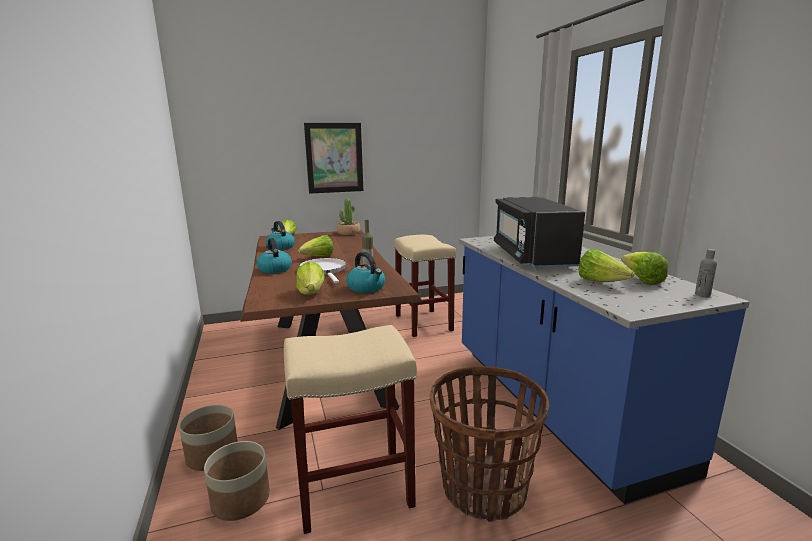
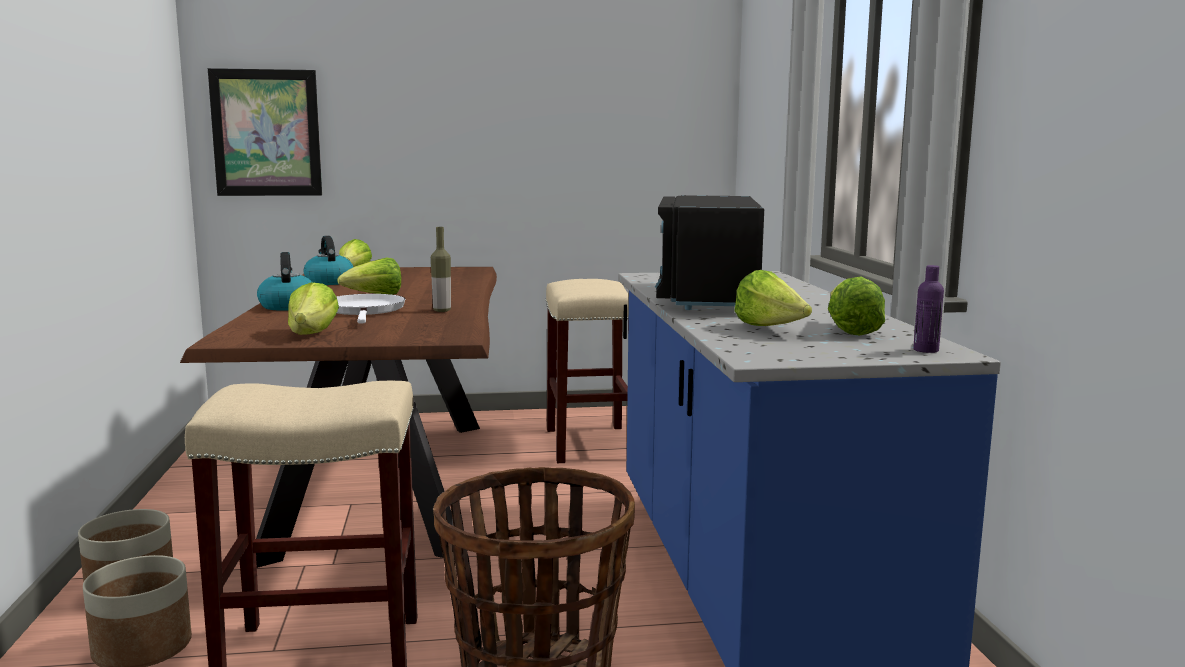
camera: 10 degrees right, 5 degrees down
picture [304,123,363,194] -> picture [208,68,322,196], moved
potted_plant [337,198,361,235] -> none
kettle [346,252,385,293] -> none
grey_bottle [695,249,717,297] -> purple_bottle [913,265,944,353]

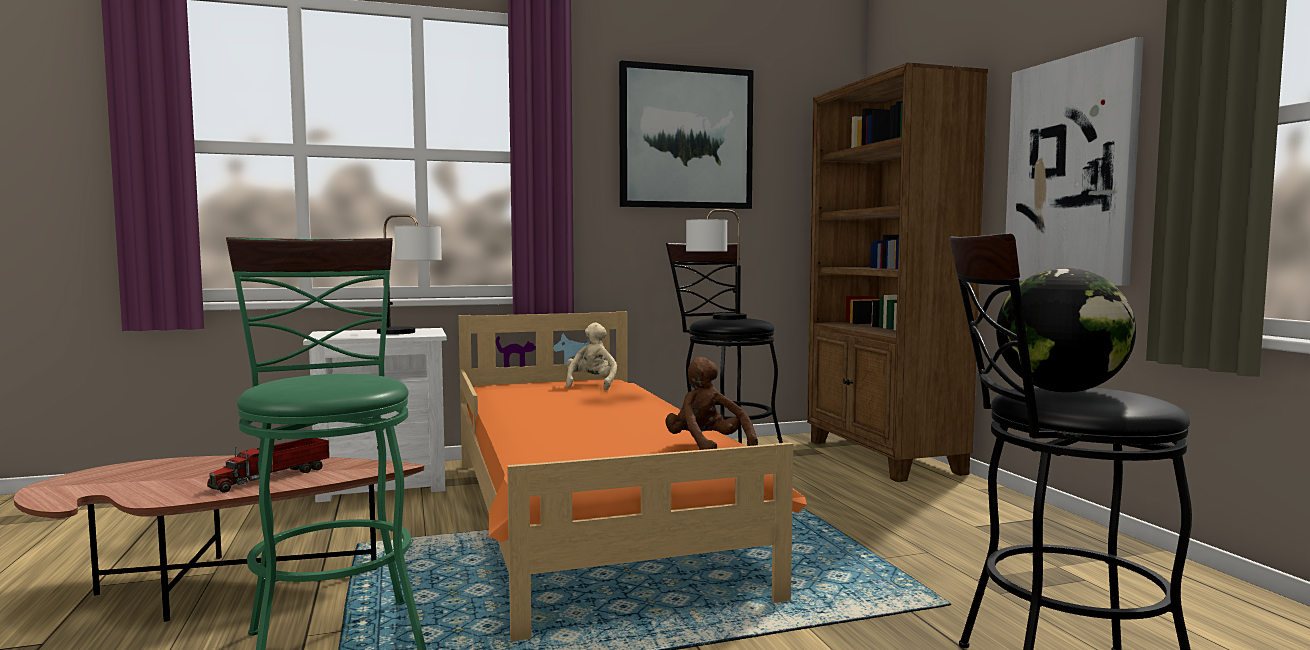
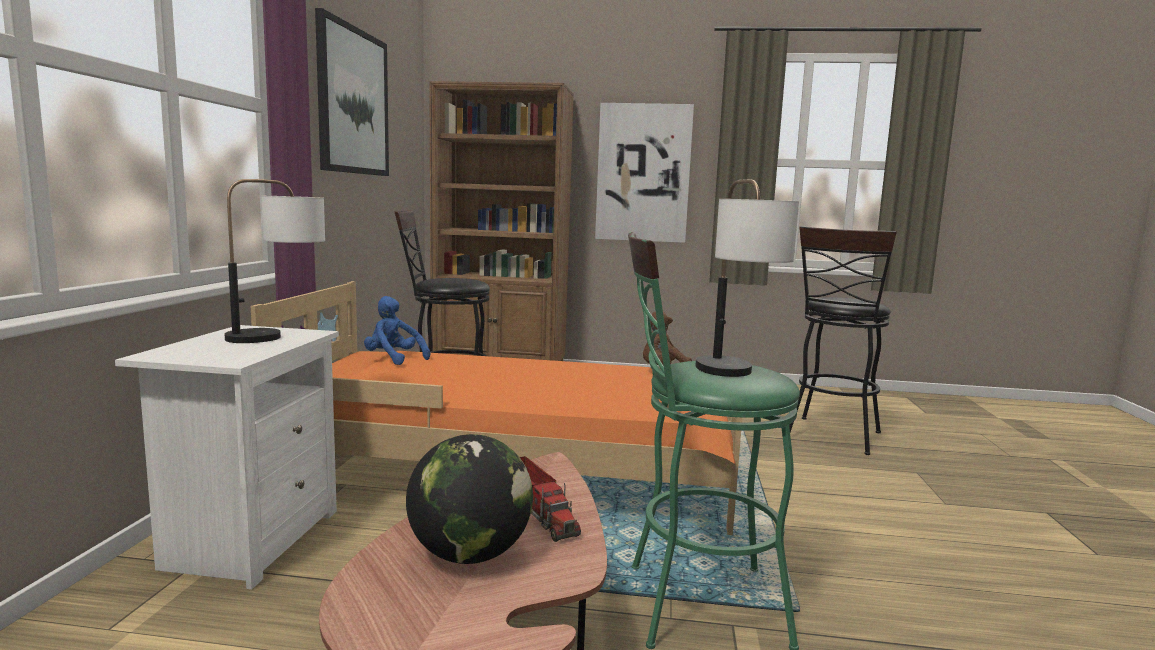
camera: 65 degrees left, 5 degrees up
beige_plush_toy [566,323,617,390] -> blue_plush_toy [364,296,430,365]
table_lamp [686,209,747,320] -> table_lamp [695,179,799,377], moved
globe [996,268,1136,392] -> globe [406,434,533,564], moved

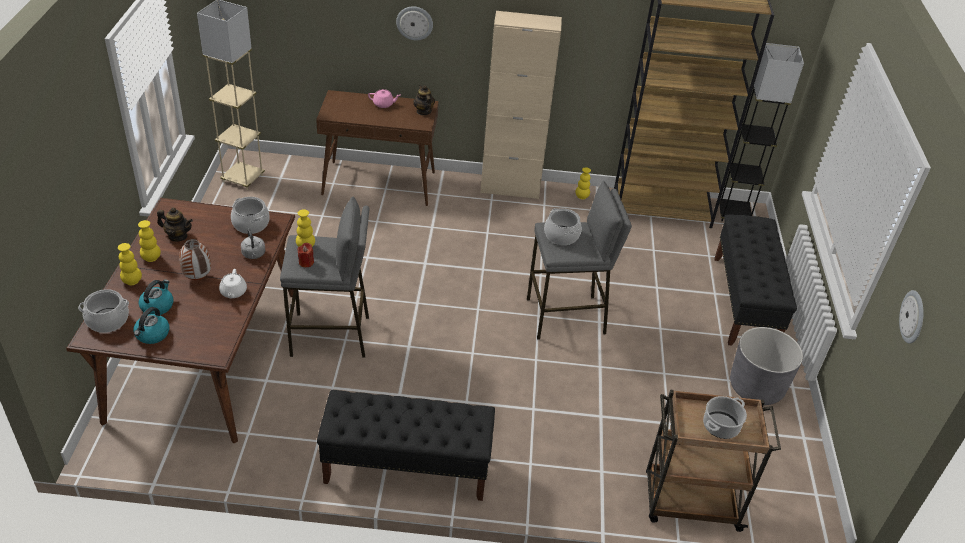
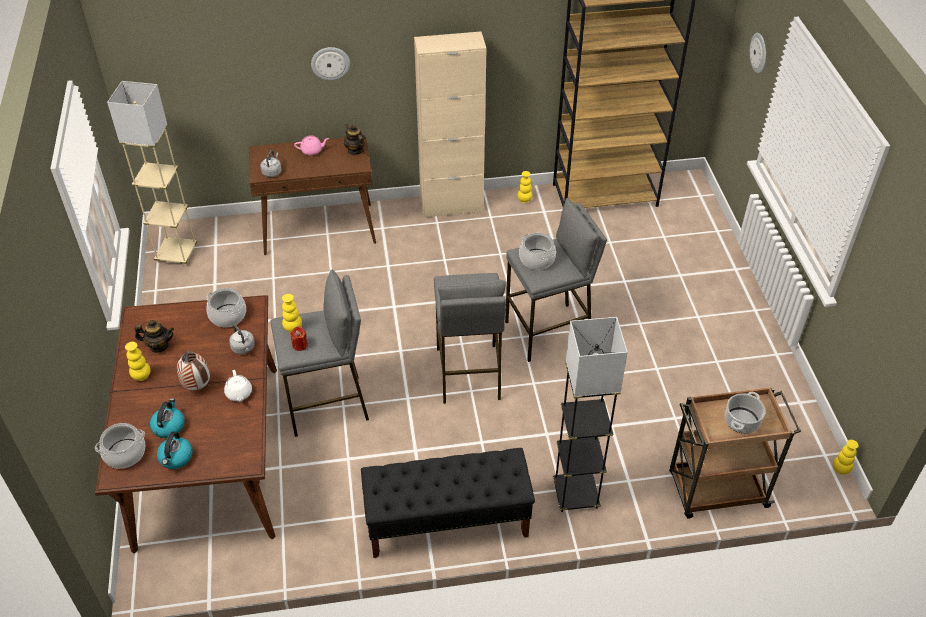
camera: 10 degrees left, 5 degrees up
yellow_vase [118,243,142,285] -> yellow_vase [833,440,858,474], moved
black_bench [714,214,797,345] -> none
grey_floor_lamp [719,43,804,221] -> grey_floor_lamp [553,317,628,512], moved
grey_planter [730,327,803,405] -> none
wall_clock [899,290,923,344] -> wall_clock [750,33,766,73], moved
none -> grey_kettle [260,150,282,177]
none -> grey_stool [434,273,506,404]

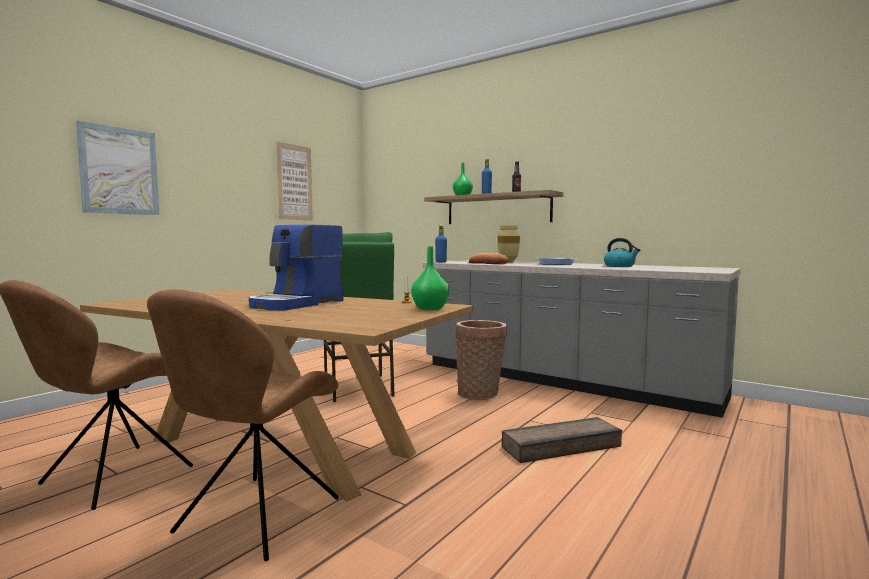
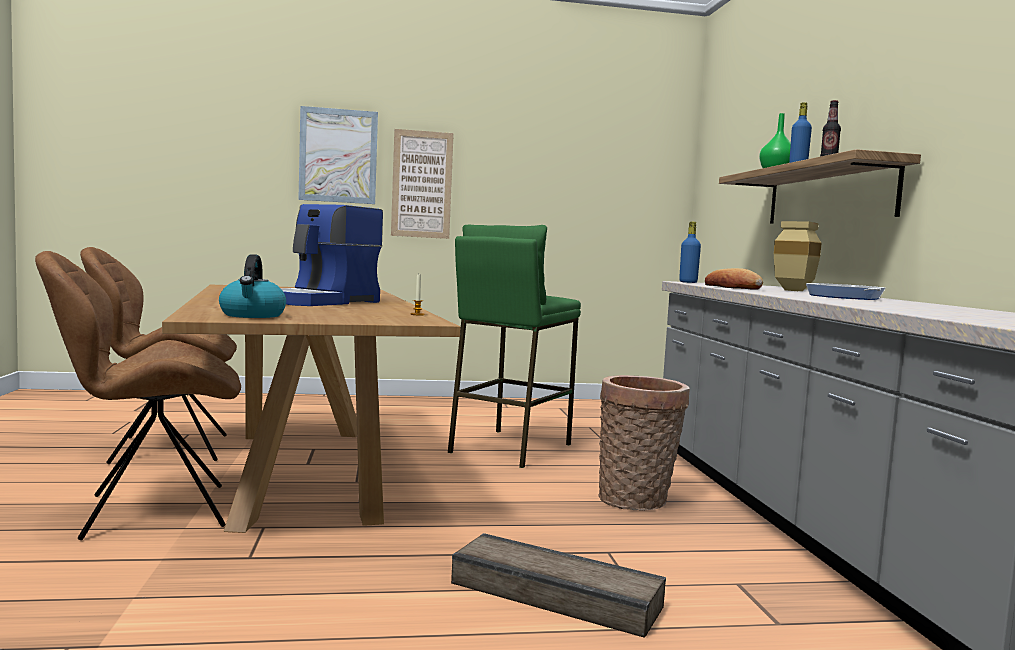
camera: 45 degrees right, 0 degrees up
coffee_machine [249,224,343,311] -> coffee_machine [281,204,383,306], 45 degrees counterclockwise
picture [276,142,313,220] -> picture [391,129,454,239], moved
green_vase [411,246,449,310] -> none
kettle [604,238,640,267] -> kettle [219,254,286,318], moved

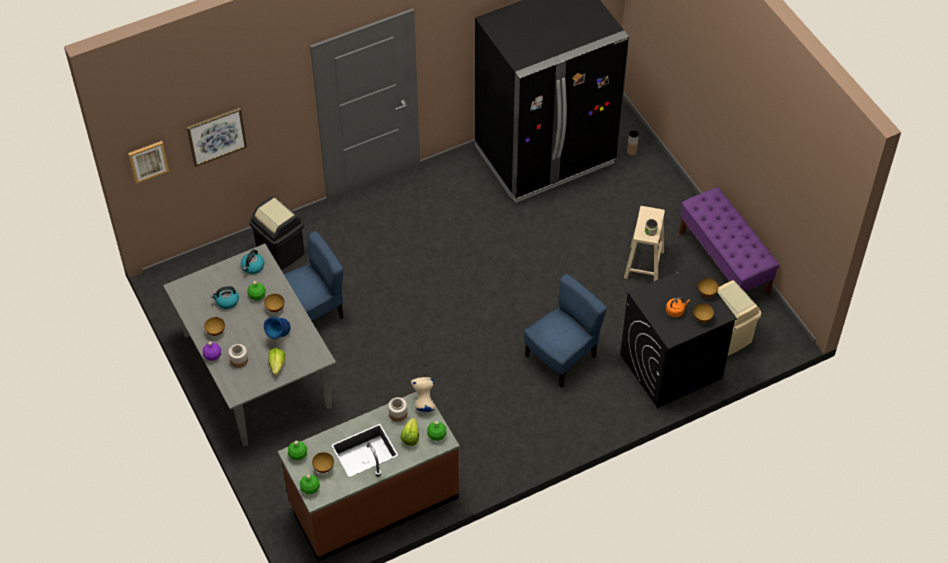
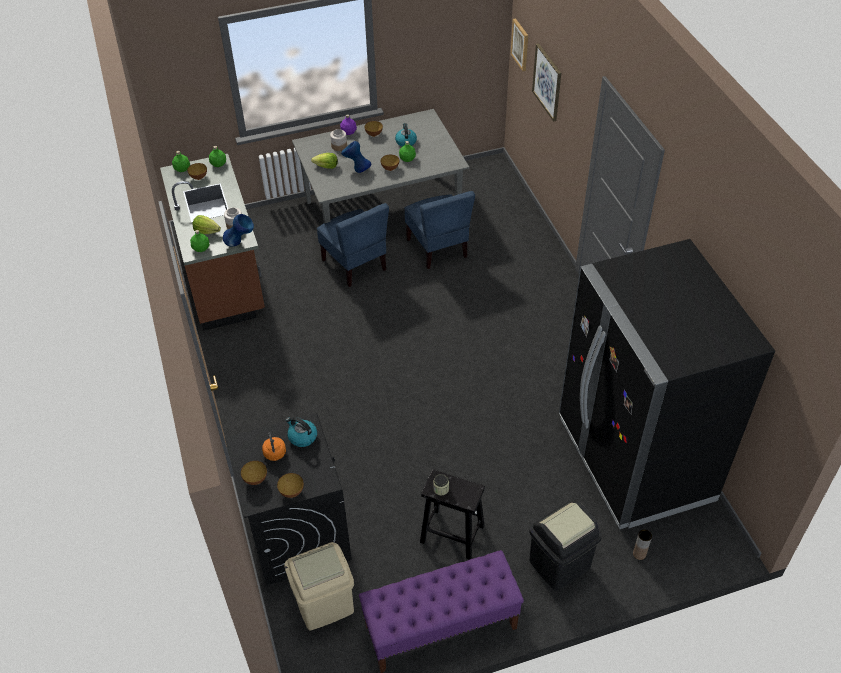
camera: 100 degrees right, 5 degrees down
kettle [241,249,264,274] -> kettle [286,417,317,447], moved
black_trash_can [249,196,304,270] -> black_trash_can [529,501,602,591], moved
beige_vase [411,377,435,412] -> blue_vase [223,214,254,246]
blue_chair [524,274,607,388] -> blue_chair [317,203,389,287], moved
beige_stool [624,206,665,281] -> black_stool [420,469,485,560]

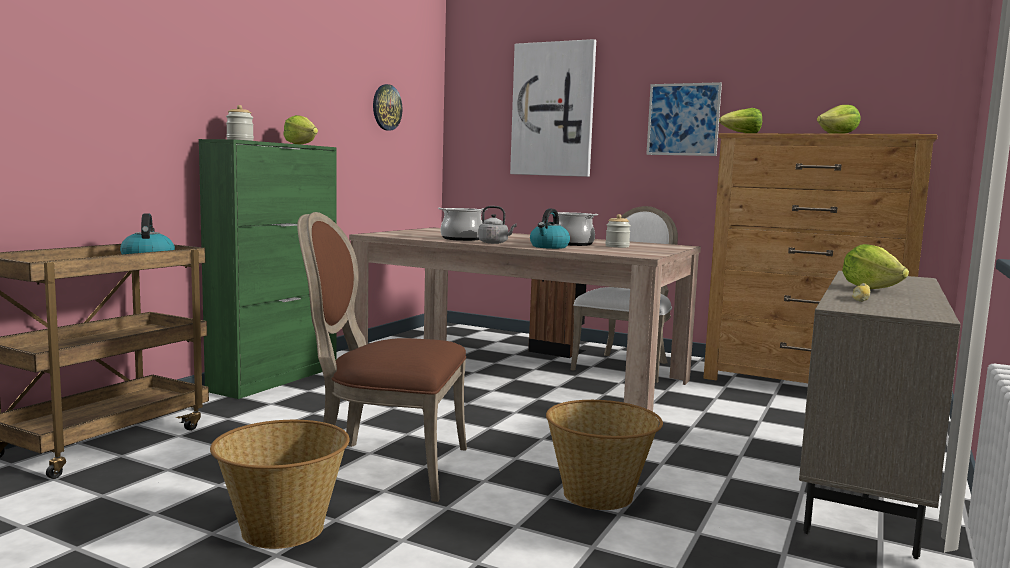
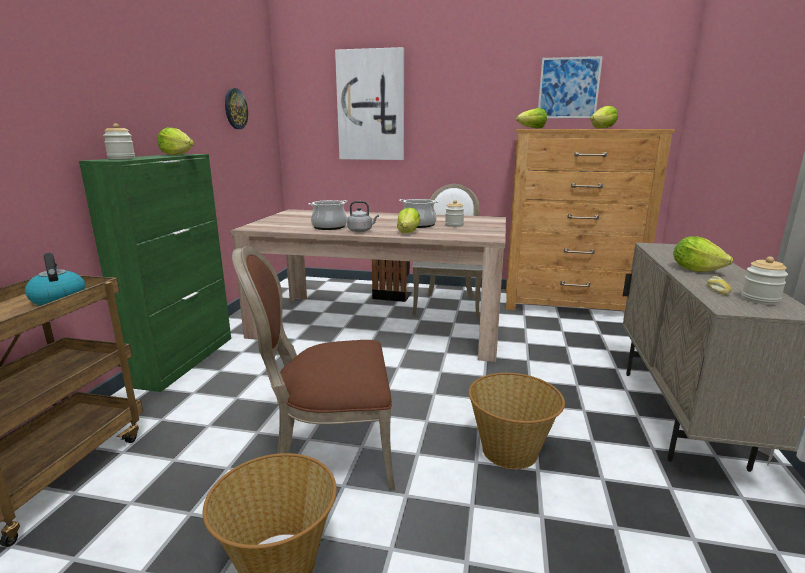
camera: 15 degrees left, 10 degrees up
kettle [530,208,570,249] -> lettuce [397,207,421,233]
picture [646,82,722,156] -> picture [538,56,603,118], moved
none -> jar [741,257,788,305]

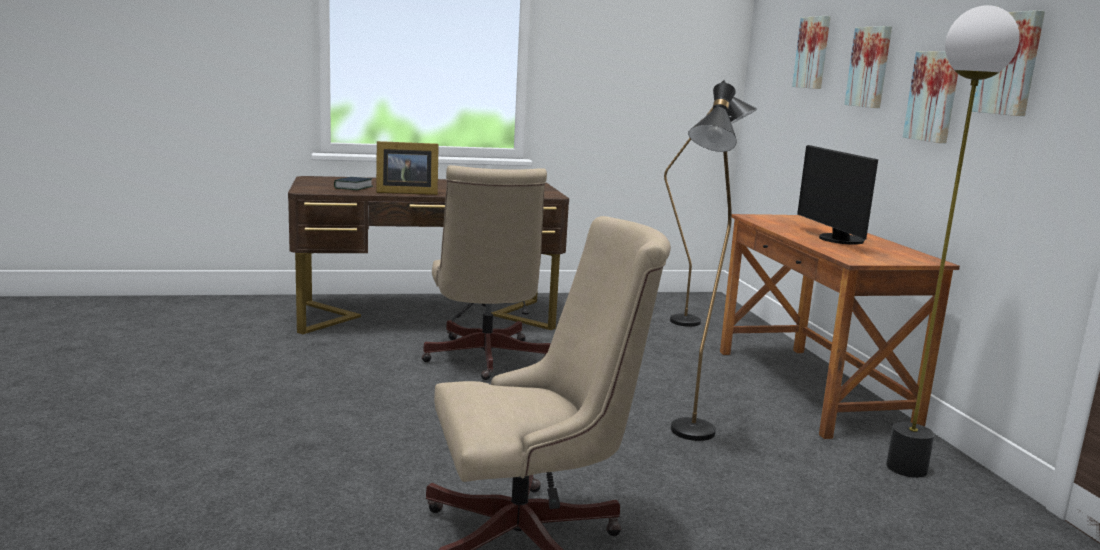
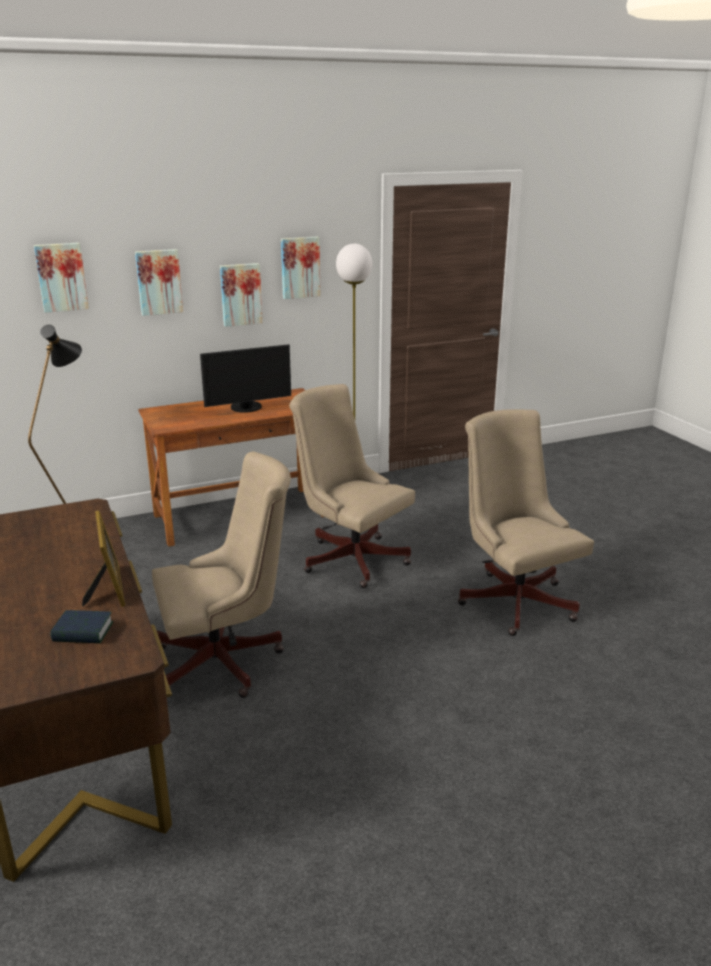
camera: 100 degrees left, 10 degrees up
black_floor_lamp [671,83,736,441] -> beige_office_chair [289,384,415,588]

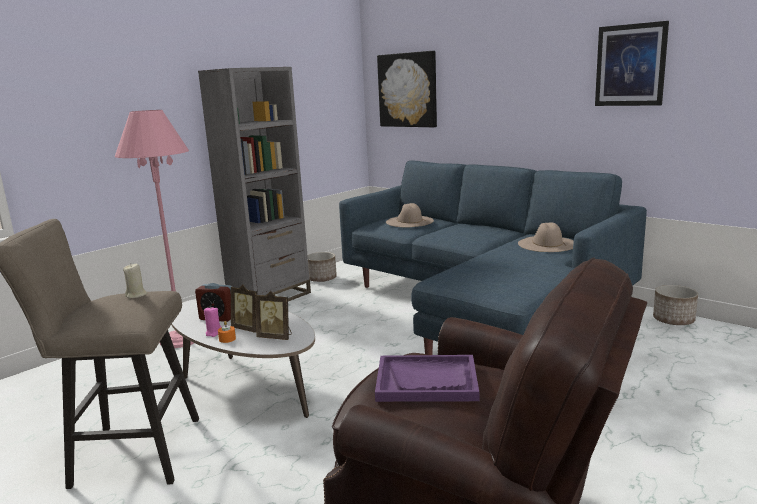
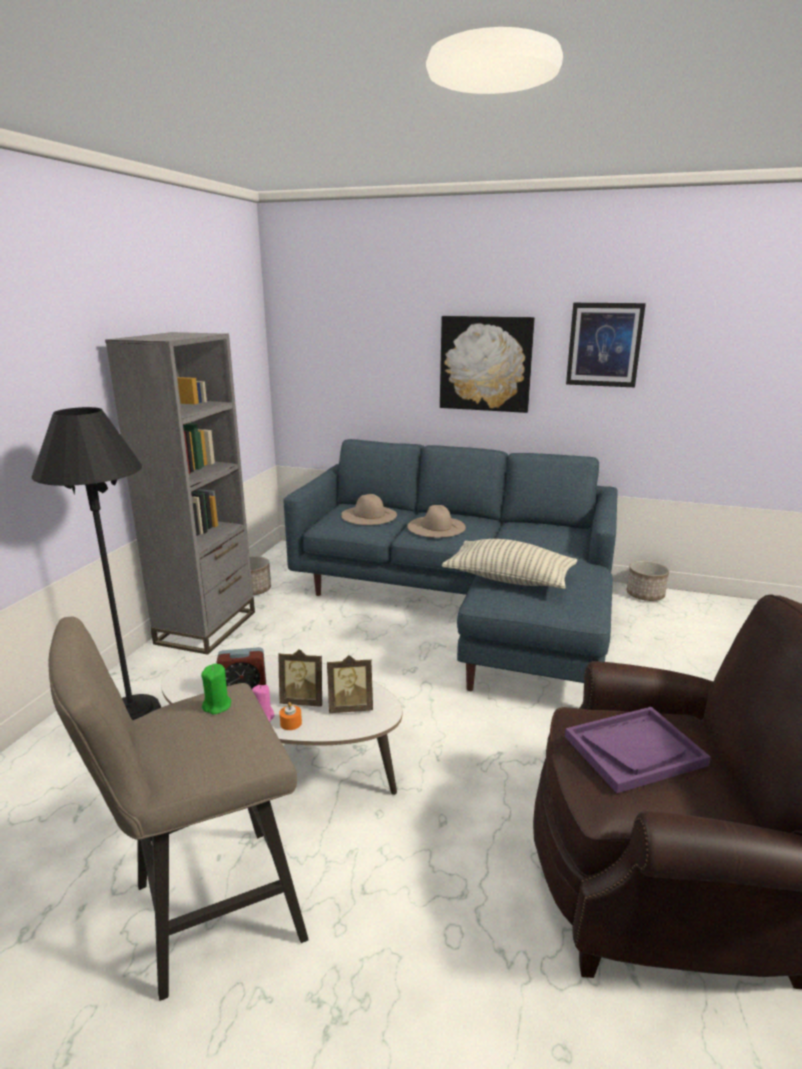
camera: 25 degrees left, 5 degrees up
pink_floor_lamp [115,110,194,348] -> black_floor_lamp [32,407,161,720]
beige_candle [123,264,147,298] -> green_candle [201,664,231,714]
picture [377,51,437,128] -> picture [440,316,535,413], moved
beige_hat [518,223,574,252] -> beige_hat [407,505,466,538], moved
none -> pillow [442,539,577,589]

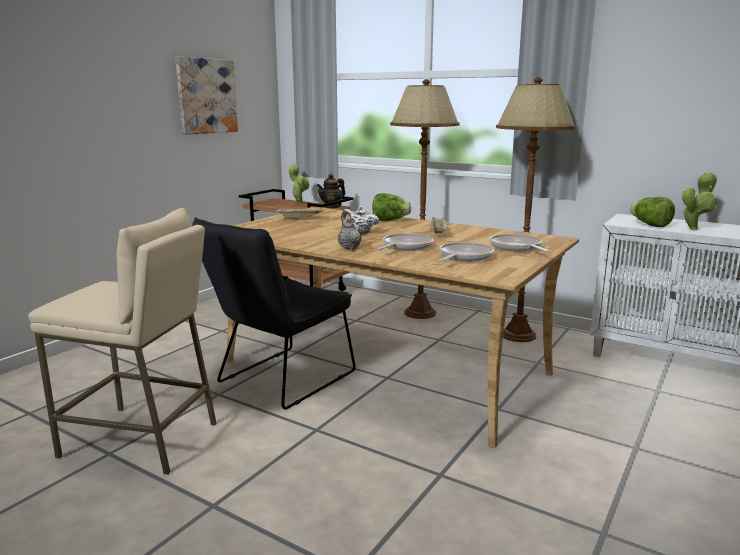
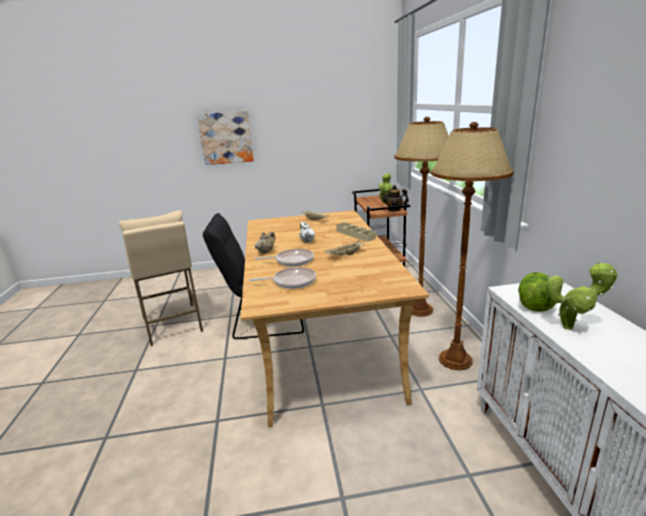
camera: 50 degrees right, 5 degrees up
picture [175,57,238,135] -> picture [197,111,254,165], moved
lettuce [372,193,412,221] -> beige_tray [336,223,376,241]
frying_pan [490,234,550,252] -> none

